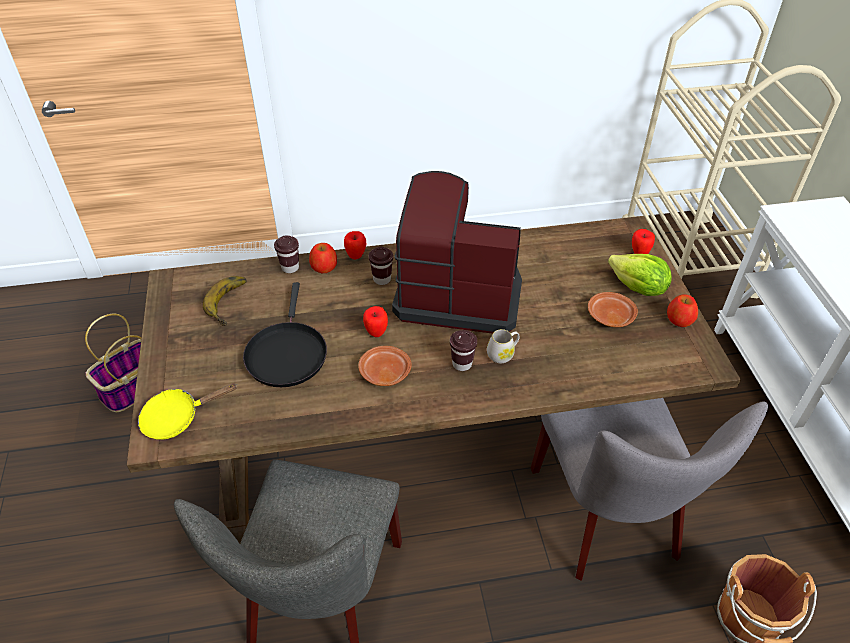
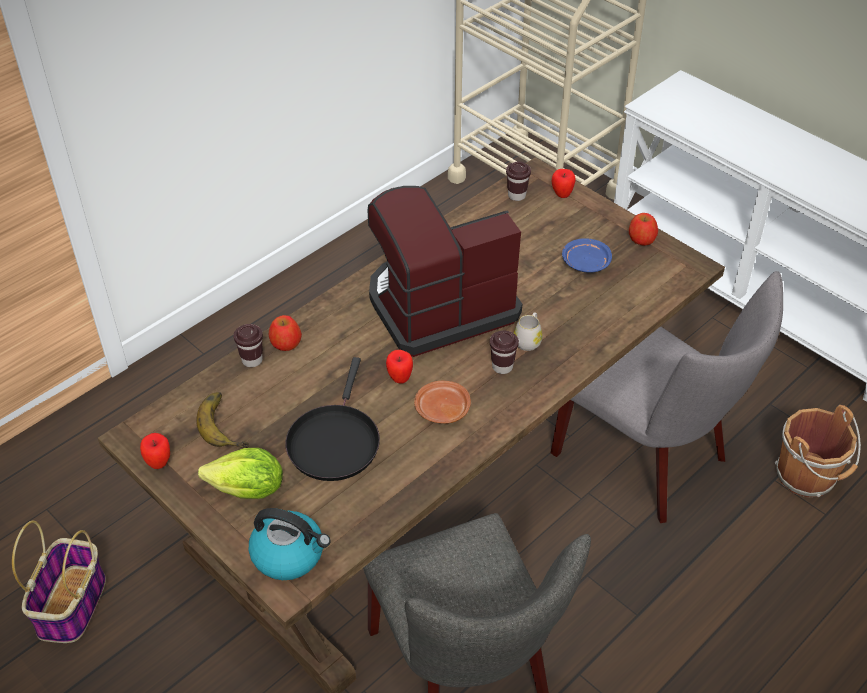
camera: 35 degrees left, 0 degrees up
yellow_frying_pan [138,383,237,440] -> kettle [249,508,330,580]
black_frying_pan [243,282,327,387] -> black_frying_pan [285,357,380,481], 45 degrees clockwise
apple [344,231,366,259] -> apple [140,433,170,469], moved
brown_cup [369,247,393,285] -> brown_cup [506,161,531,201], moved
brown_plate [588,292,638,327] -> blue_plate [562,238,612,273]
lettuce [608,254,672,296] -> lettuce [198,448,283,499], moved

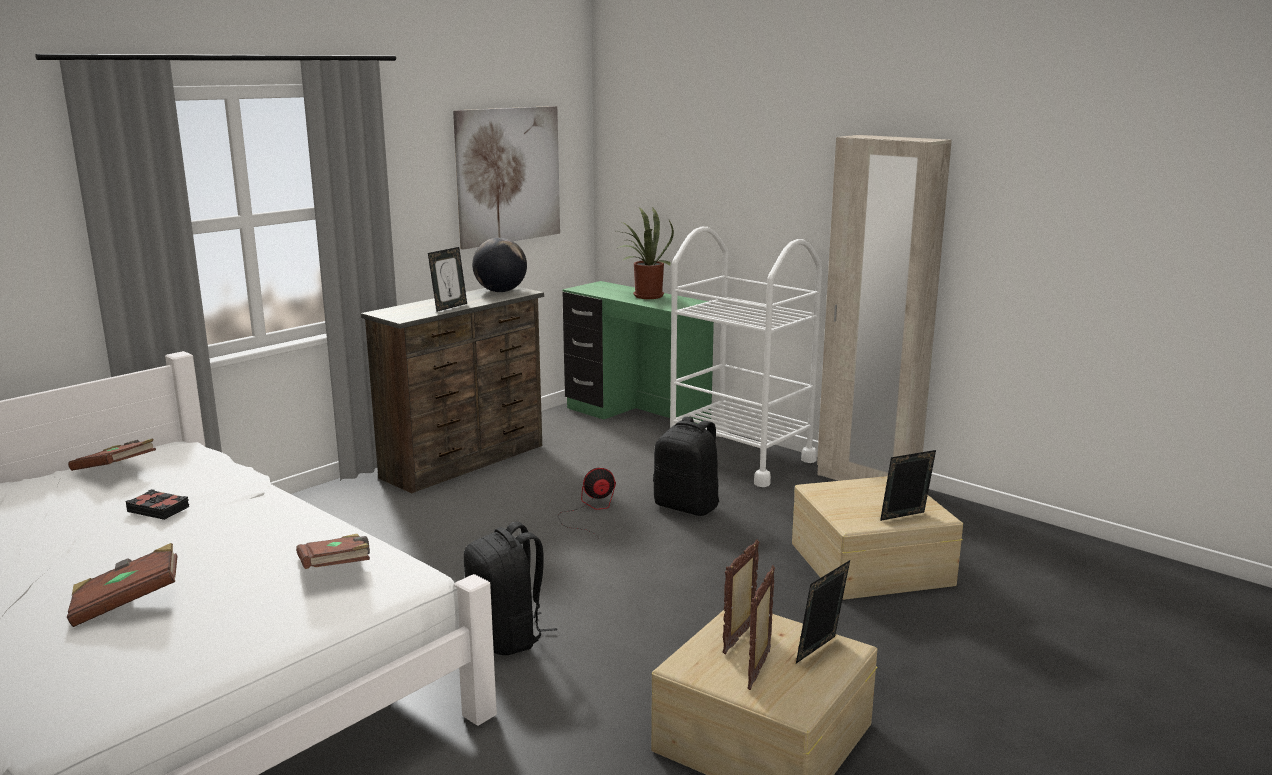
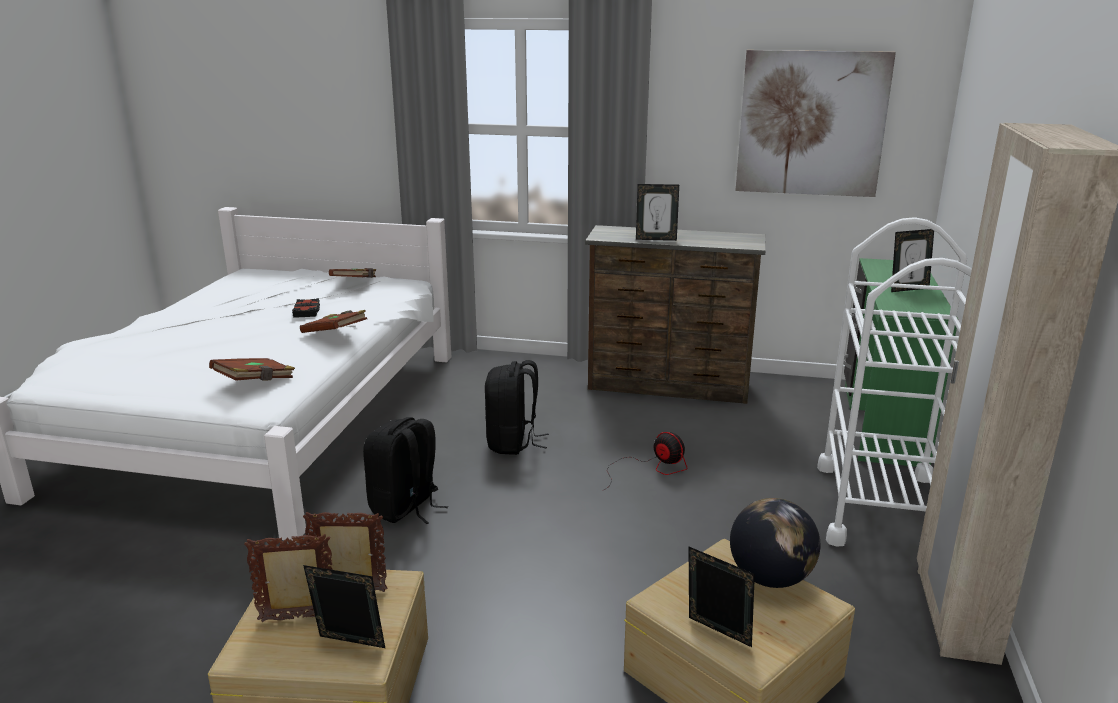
camera: 60 degrees right, 5 degrees up
brown_book [67,543,178,627] -> brown_book [300,310,367,333], moved
globe [472,238,527,292] -> globe [730,498,820,588], moved
potted_plant [616,207,674,299] -> picture_frame [891,229,934,292]
black_backpack [653,417,719,516] -> black_backpack [485,360,549,455], moved

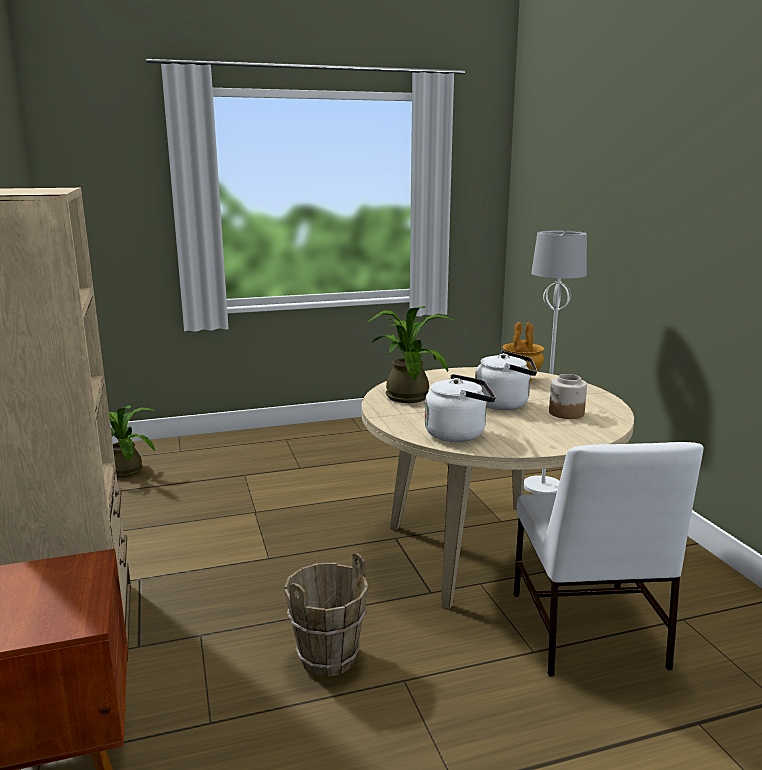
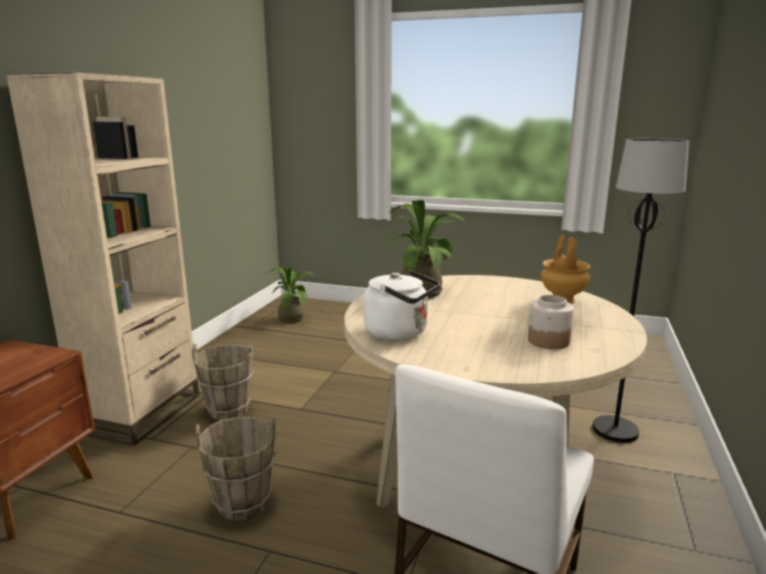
camera: 35 degrees right, 0 degrees up
white_kettle [475,351,537,410] -> none
white_floor_lamp [524,231,587,494] -> black_floor_lamp [592,138,689,443]
none -> brown_bucket [192,344,253,420]

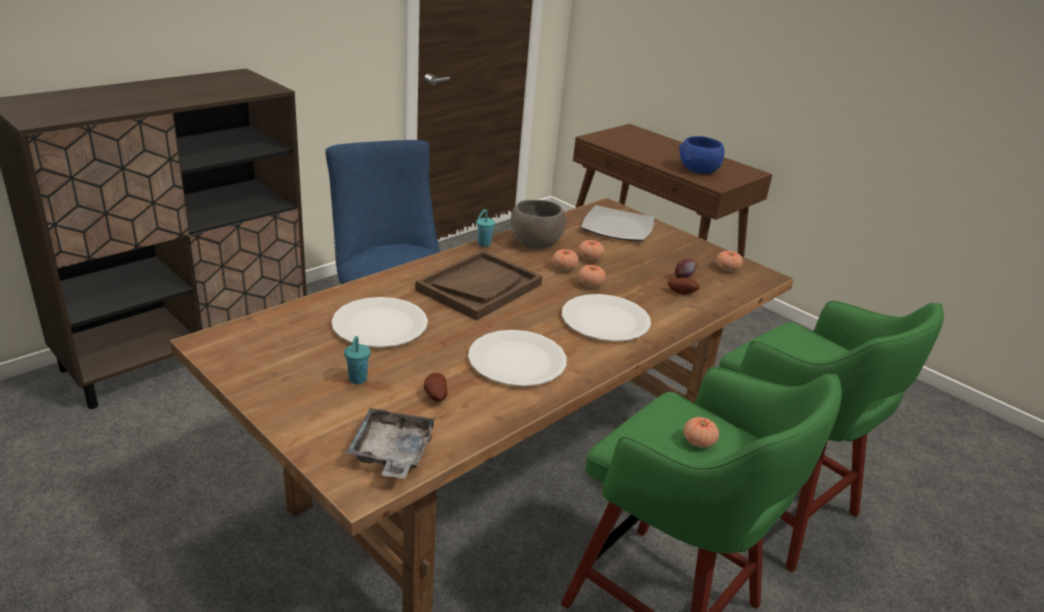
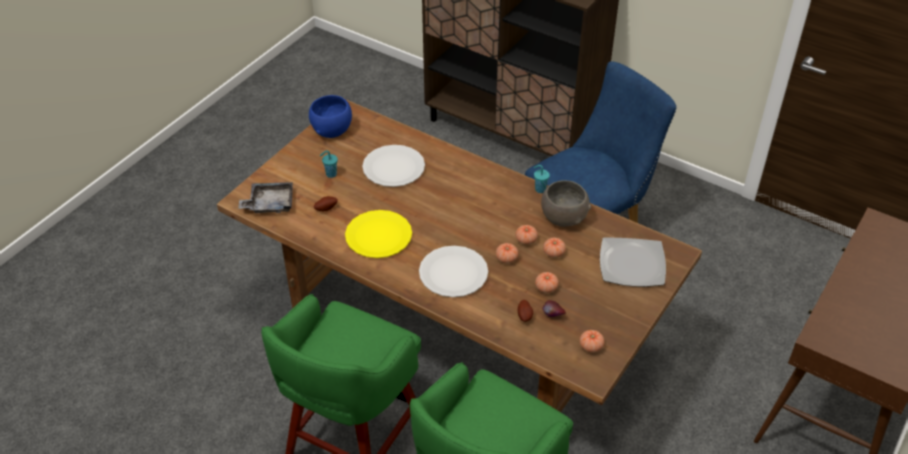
camera: 80 degrees right, 15 degrees up
brown_tray [415,250,542,321] -> none
white_plate [468,330,567,387] -> yellow_plate [345,210,412,258]
blue_bowl [679,136,725,174] -> blue_bowl [309,95,352,138], moved
tomato [683,417,719,448] -> tomato [535,272,559,293], moved

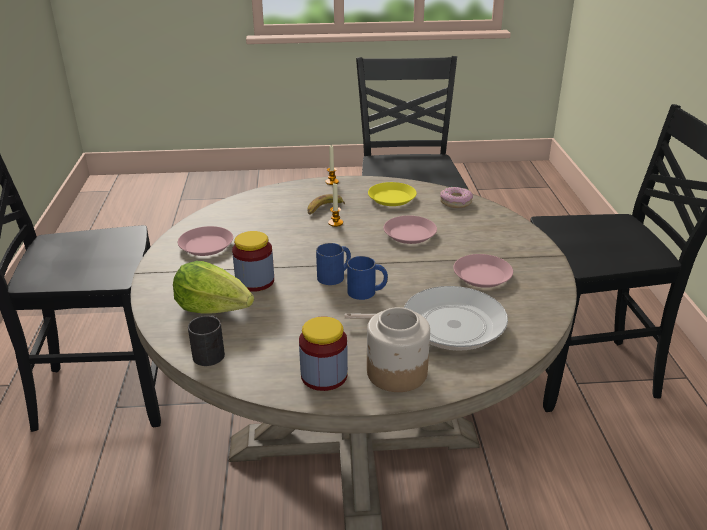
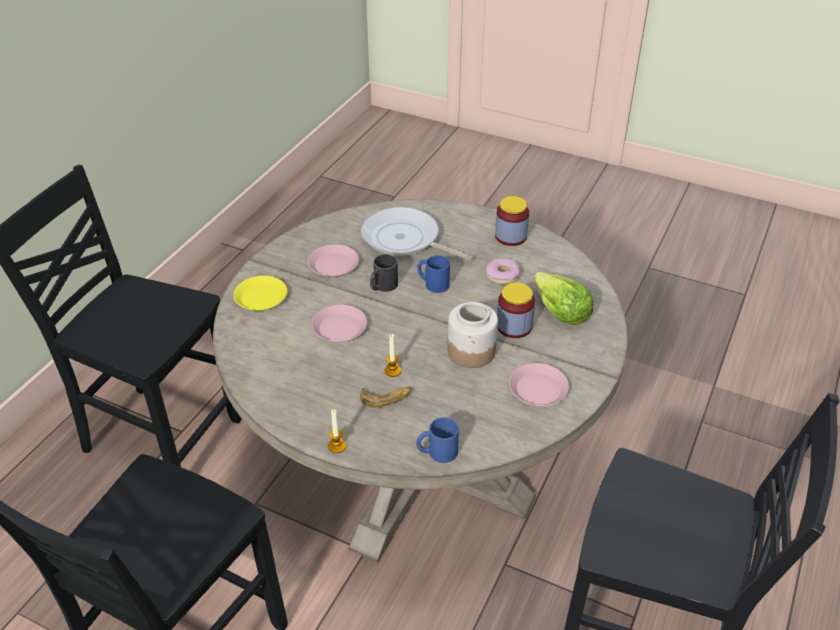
camera: 150 degrees left, 10 degrees up
black_mug [188,315,225,366] -> black_mug [370,254,398,292], moved
blue_mug [316,243,351,285] -> blue_mug [416,417,459,463], moved
jar [367,307,430,392] -> jar [448,302,498,368], moved
yellow_plate [368,182,417,206] -> yellow_plate [234,276,287,311], moved
donut [440,187,473,208] -> donut [486,258,520,285], moved

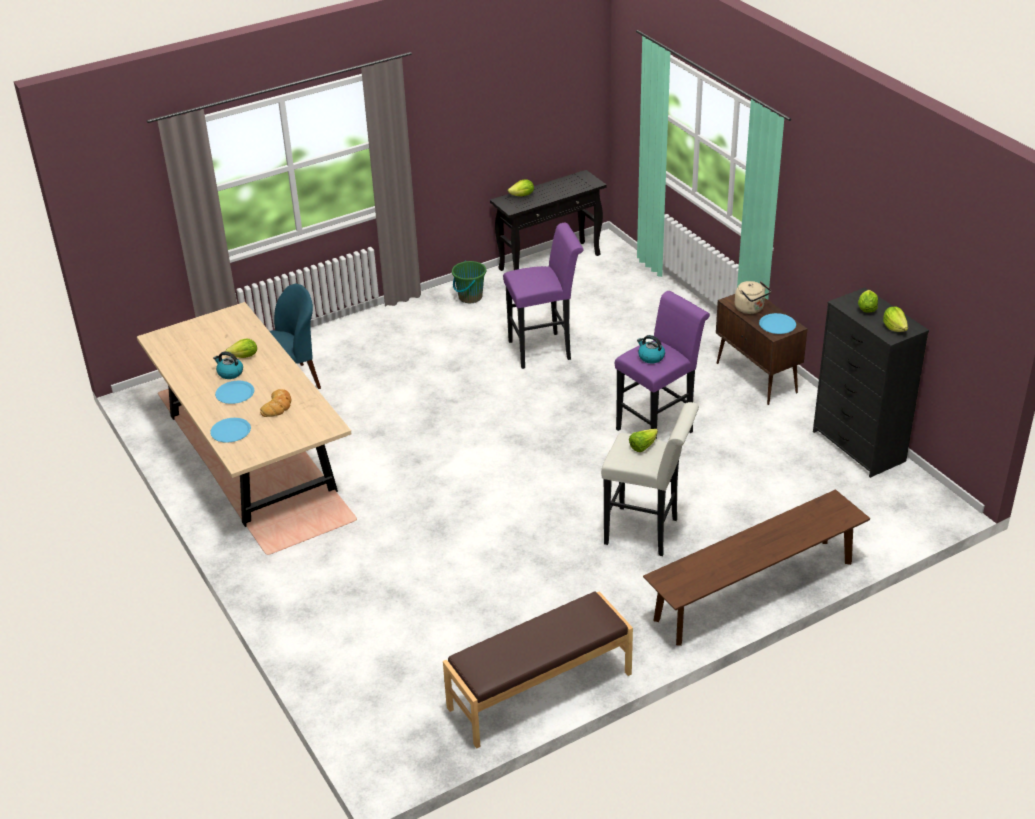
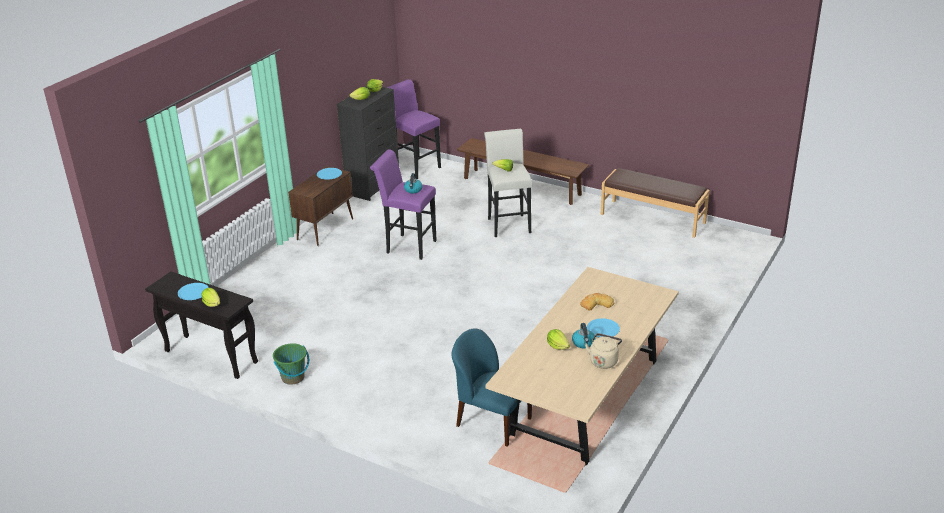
camera: 120 degrees left, 5 degrees down
blue_plate [210,418,251,443] -> blue_plate [178,283,209,300], moved
purple_stool [503,223,584,369] -> purple_stool [387,79,441,179], moved
beige_kettle [735,281,771,314] -> beige_kettle [585,333,622,369], moved

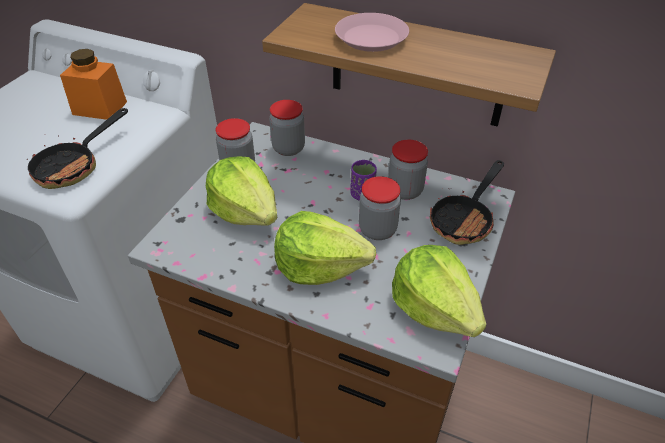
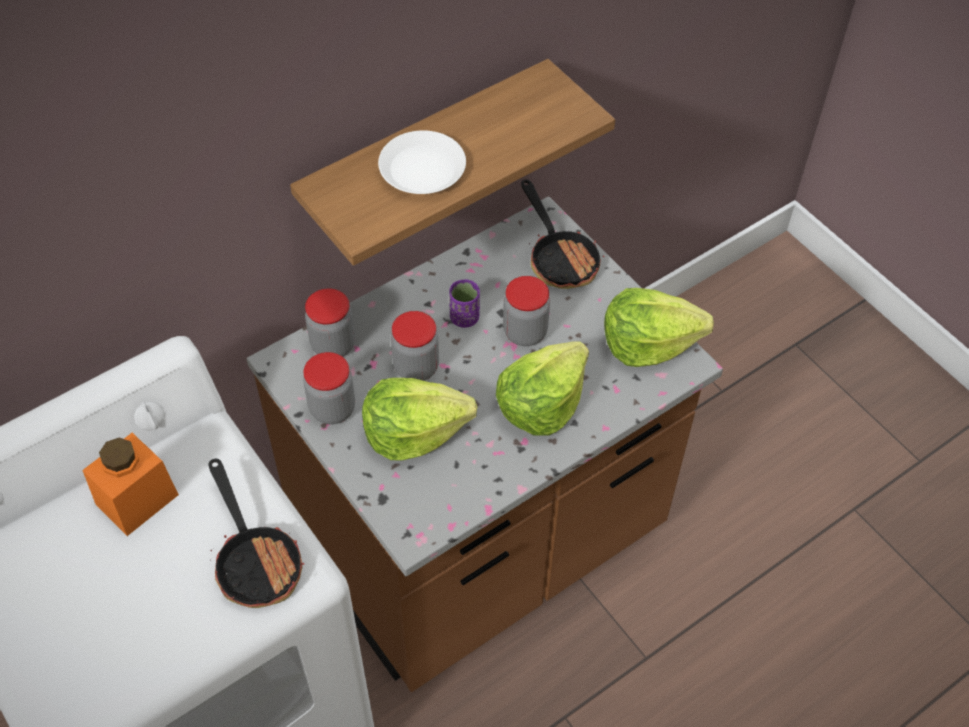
camera: 60 degrees left, 10 degrees up
pink_plate [335,13,409,52] -> white_plate [378,130,466,194]
jar [388,140,428,200] -> jar [391,311,439,381], moved

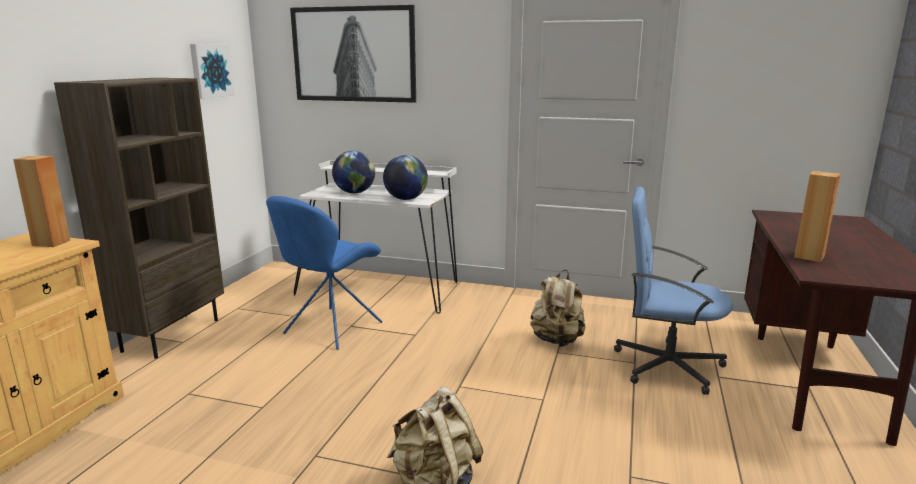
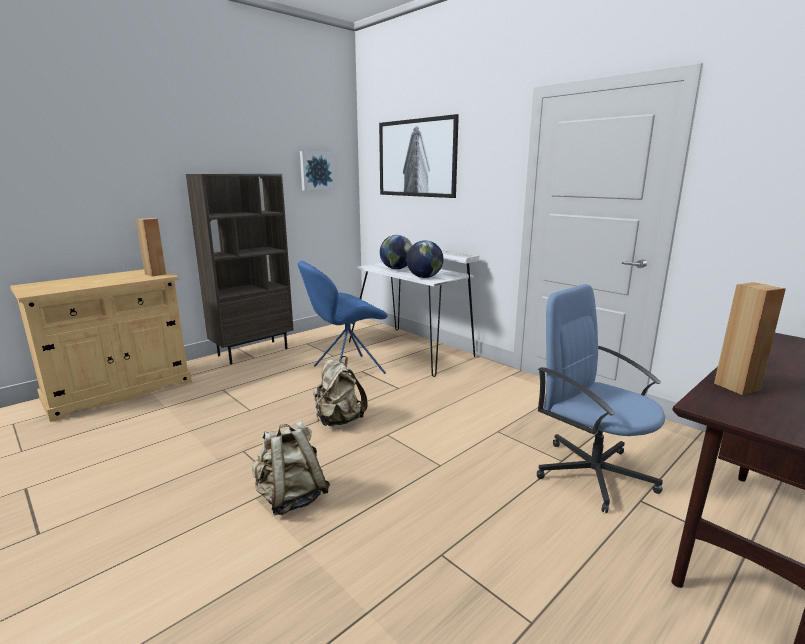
camera: 30 degrees right, 0 degrees up
beige_backpack [530,270,586,347] -> beige_backpack [313,356,368,426], moved

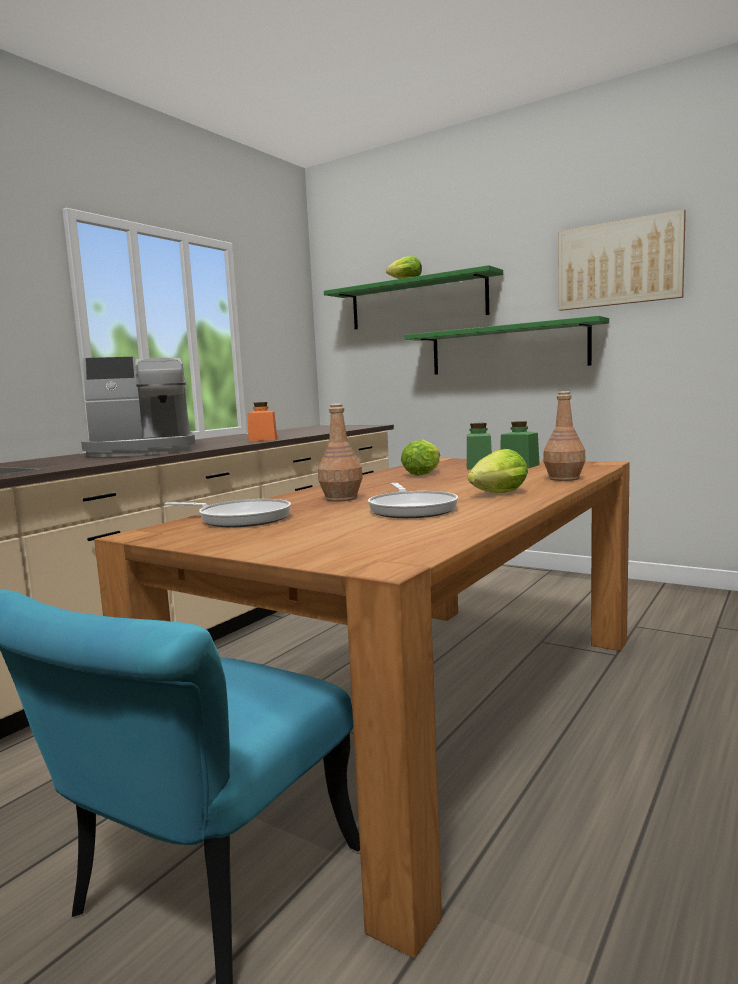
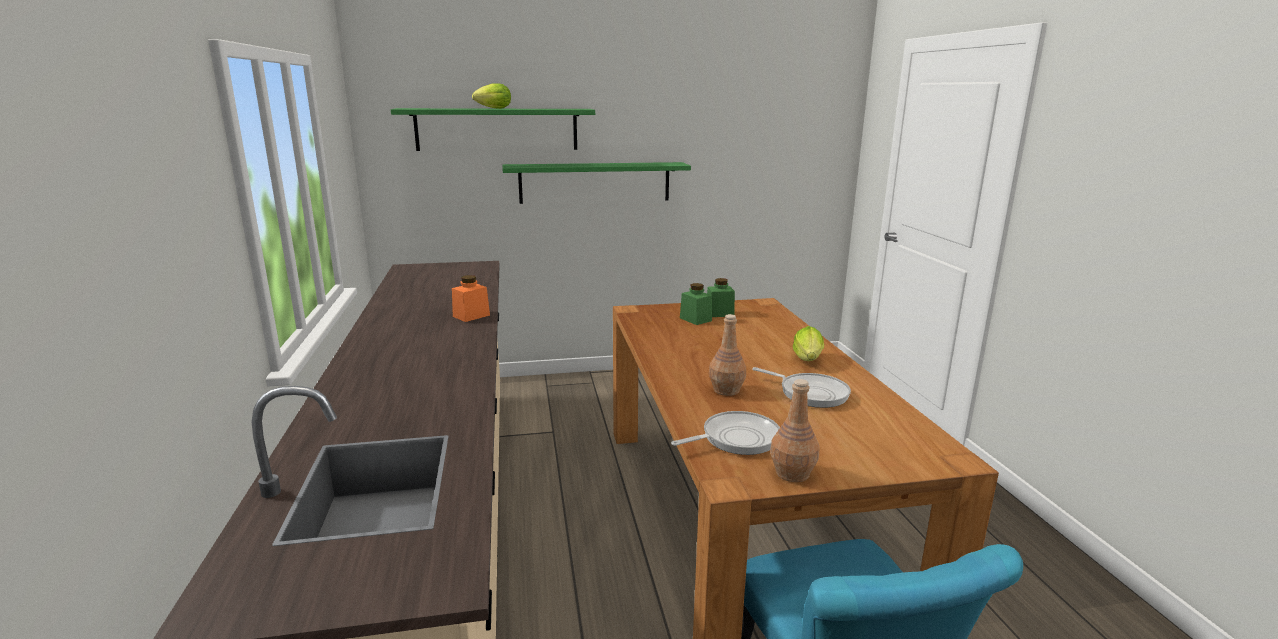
camera: 45 degrees left, 10 degrees up
coffee_machine [81,357,195,457] -> none
lettuce [401,440,440,476] -> none
brown_bottle [543,391,586,481] -> brown_bottle [770,379,820,482], moved
picture [558,209,686,311] -> none

